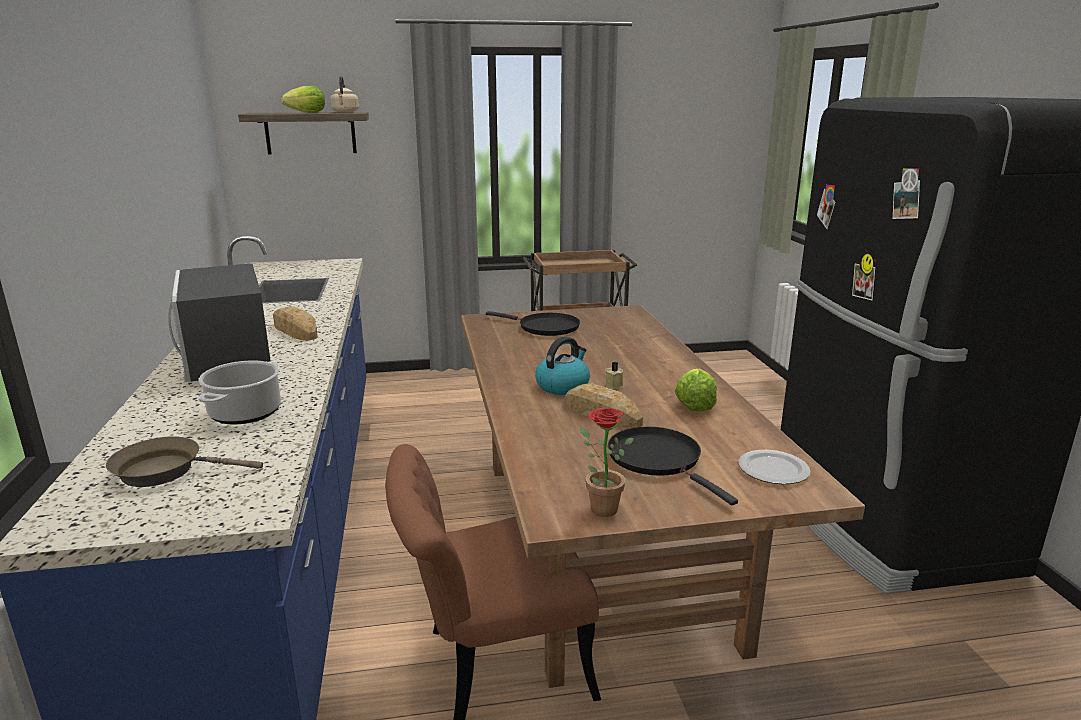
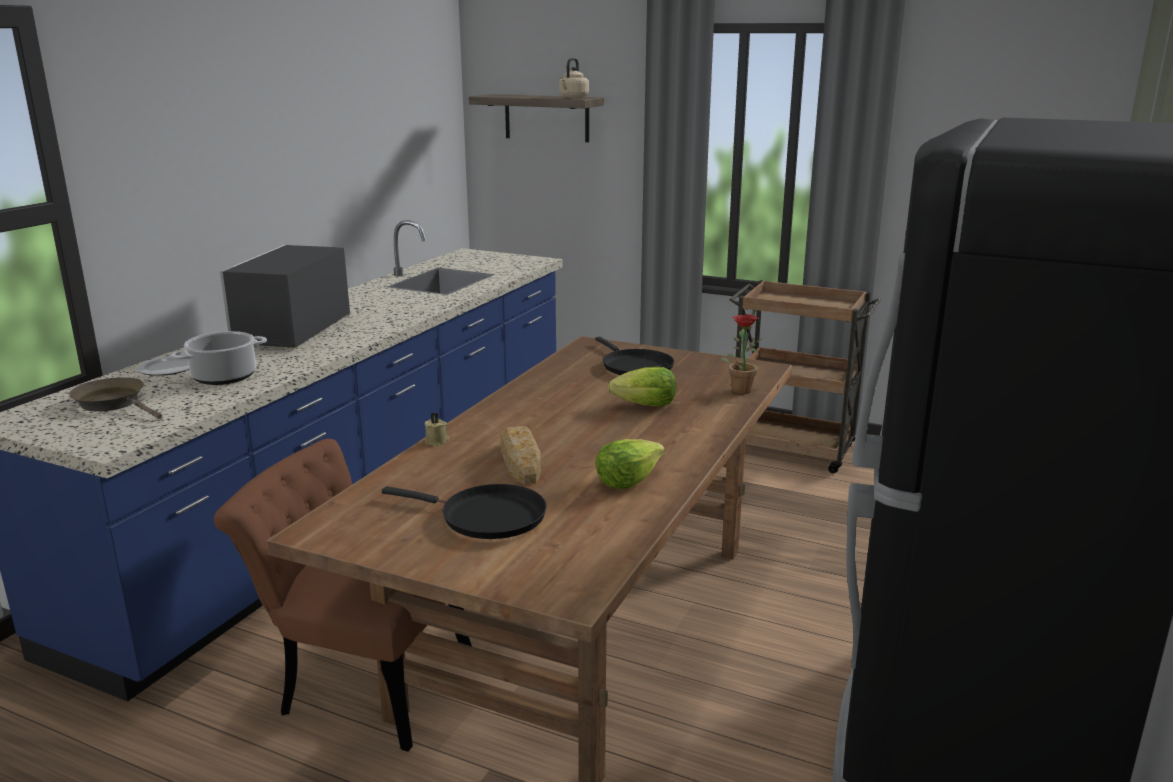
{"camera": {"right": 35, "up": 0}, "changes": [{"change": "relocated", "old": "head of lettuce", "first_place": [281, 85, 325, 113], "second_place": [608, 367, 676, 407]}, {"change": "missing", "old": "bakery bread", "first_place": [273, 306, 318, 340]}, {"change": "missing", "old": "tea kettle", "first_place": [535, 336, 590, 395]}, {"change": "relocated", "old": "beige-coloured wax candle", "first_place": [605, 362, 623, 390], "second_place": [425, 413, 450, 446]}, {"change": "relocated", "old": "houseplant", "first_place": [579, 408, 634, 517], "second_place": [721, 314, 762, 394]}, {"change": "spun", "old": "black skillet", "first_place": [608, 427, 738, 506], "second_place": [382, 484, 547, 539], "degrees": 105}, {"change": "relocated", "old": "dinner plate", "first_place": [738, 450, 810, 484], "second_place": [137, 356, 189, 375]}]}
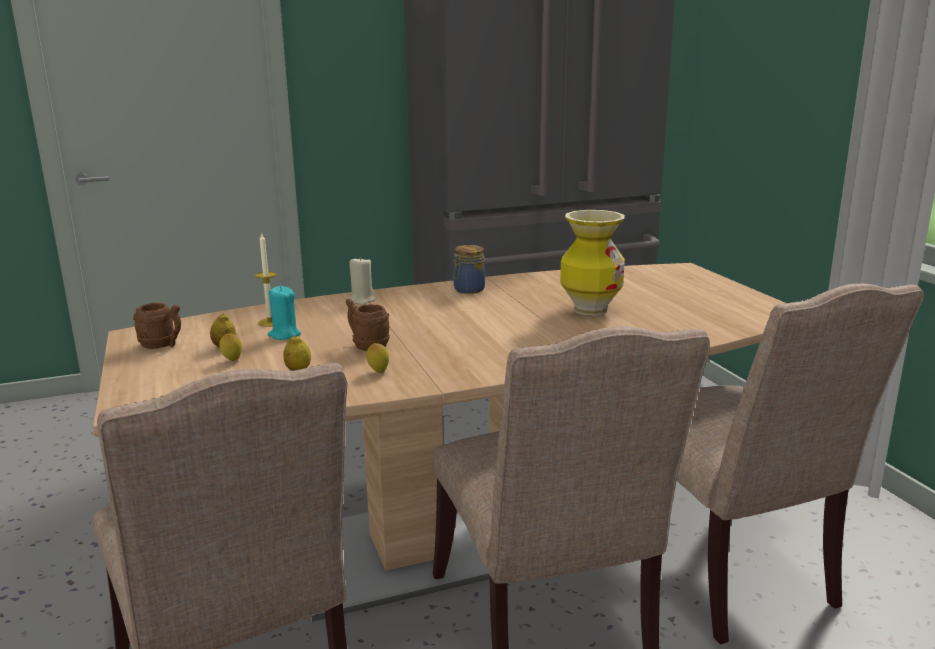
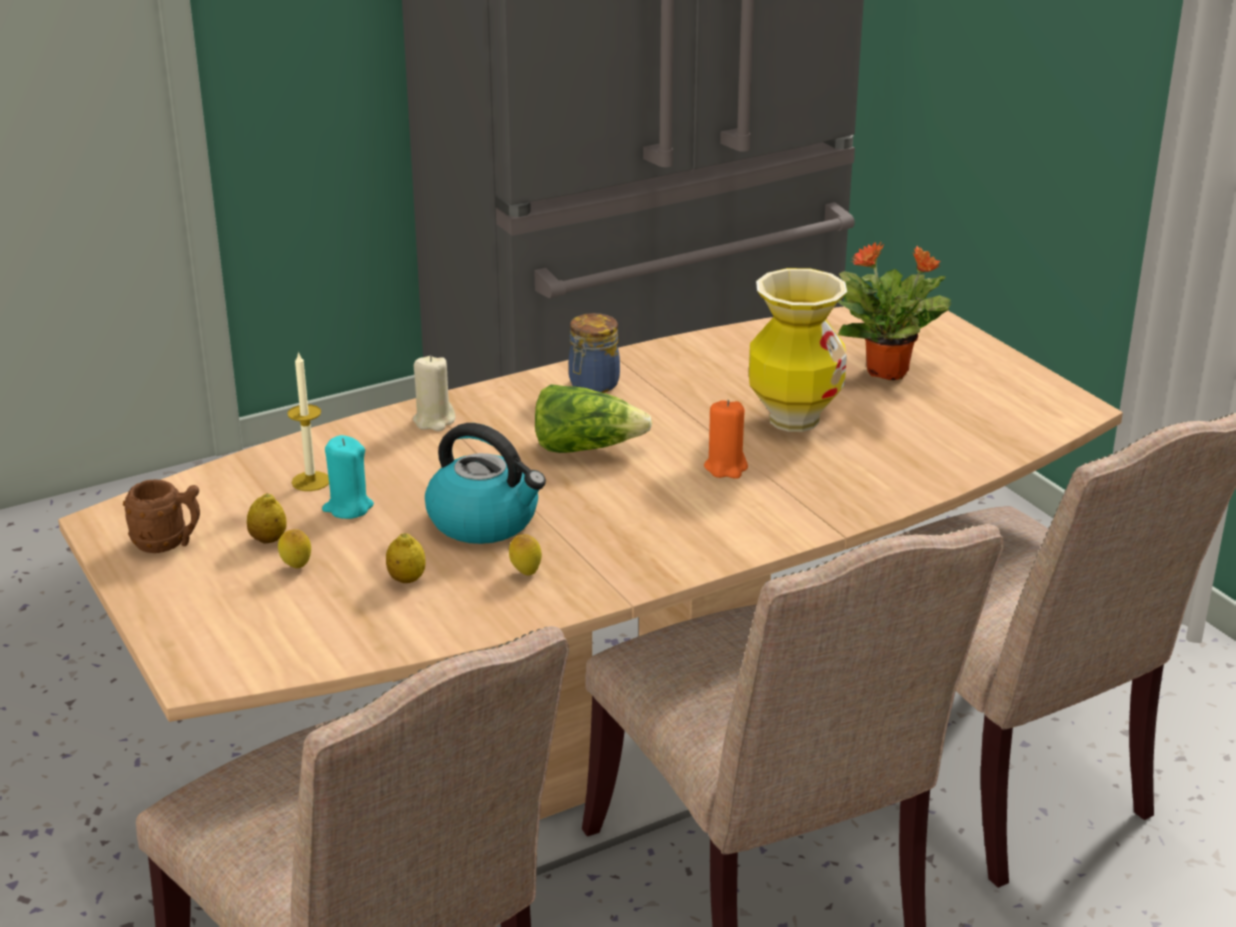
{"camera": {"right": -10, "up": 10}, "changes": [{"change": "exchanged", "old": "brownish mug", "new": "tea kettle", "first_place": [346, 299, 390, 351], "second_place": [425, 423, 546, 544]}, {"change": "appeared", "new": "houseplant", "second_place": [838, 242, 952, 380]}, {"change": "appeared", "new": "head of lettuce", "second_place": [535, 384, 653, 453]}, {"change": "appeared", "new": "orange wax candle", "second_place": [704, 400, 748, 479]}]}
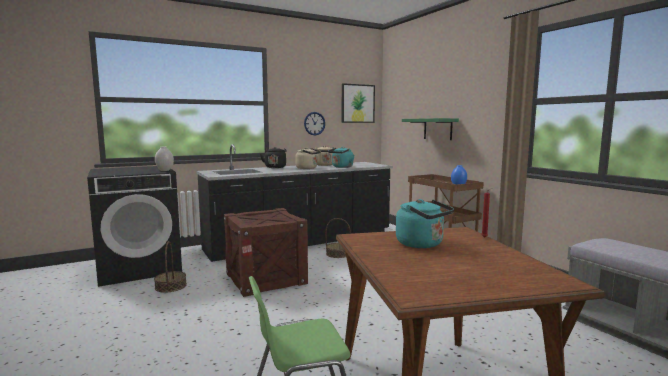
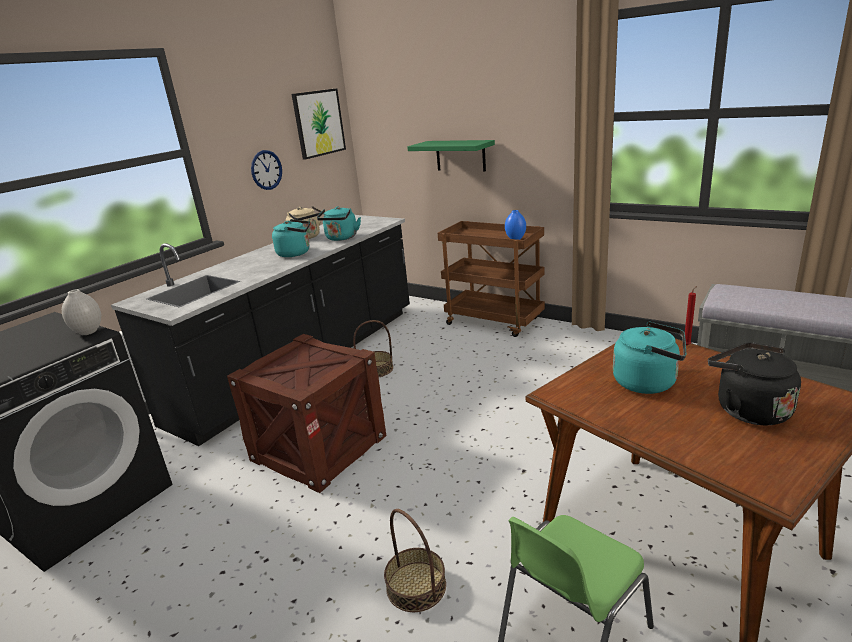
{"camera": {"right": -25, "up": 15}, "changes": [{"change": "relocated", "old": "black tea kettle", "first_place": [260, 147, 287, 168], "second_place": [708, 343, 801, 426]}, {"change": "colour", "old": "beige-coloured tea kettle", "new": "turquoise-coloured tea kettle", "first_place": [295, 147, 321, 169], "second_place": [272, 219, 310, 257]}, {"change": "relocated", "old": "household basket", "first_place": [154, 241, 187, 293], "second_place": [384, 509, 446, 612]}]}
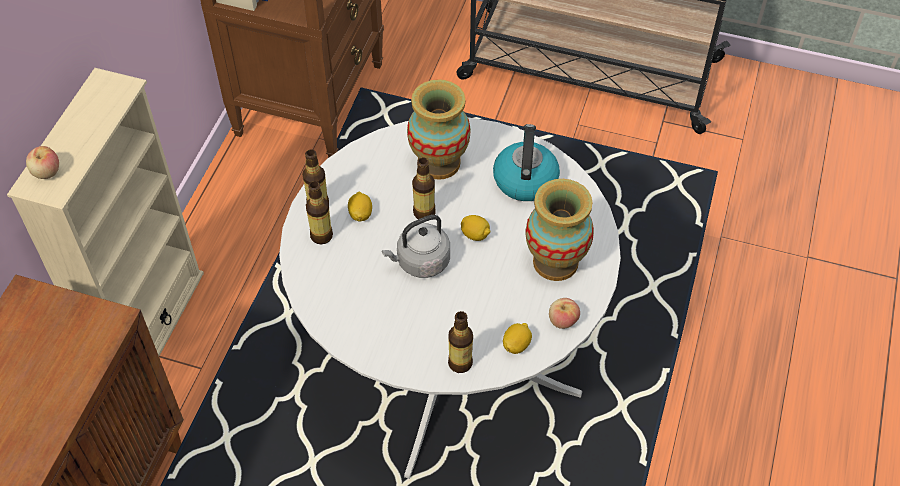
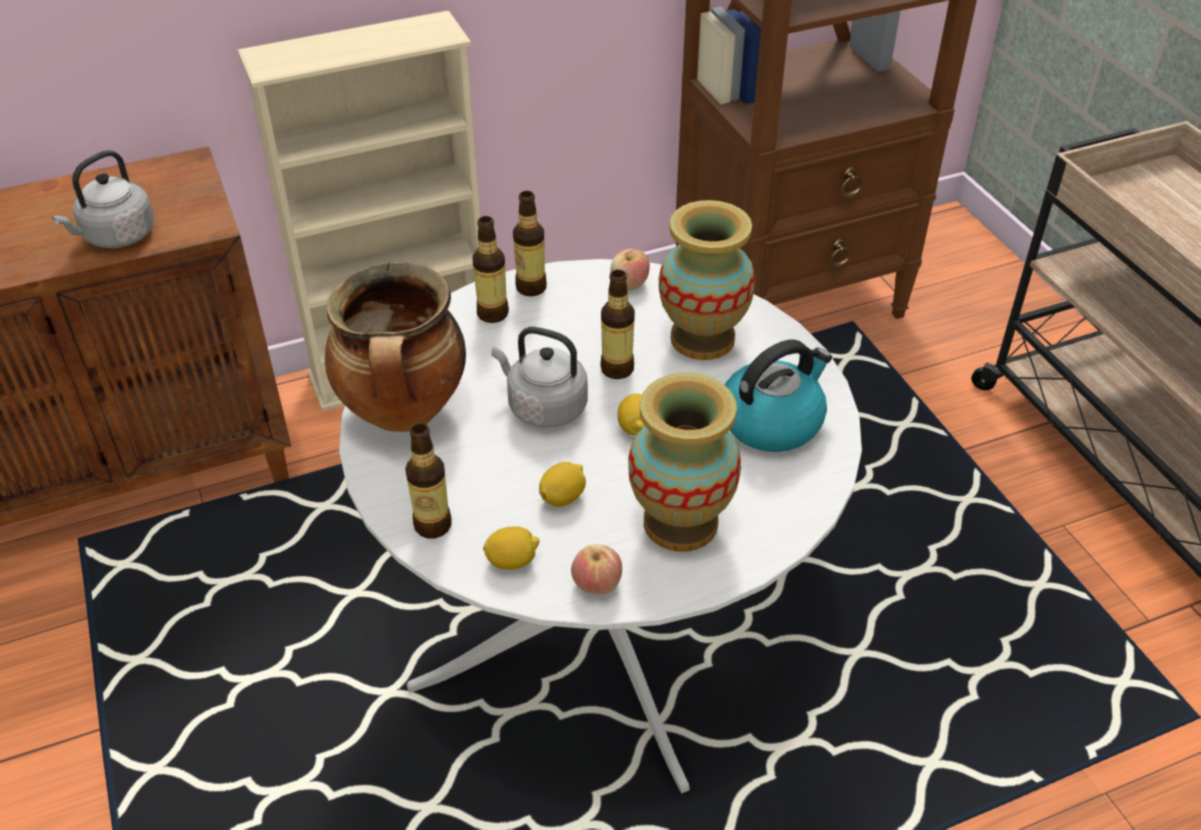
{"camera": {"right": 50, "up": -10}, "changes": [{"change": "relocated", "old": "apple", "first_place": [26, 146, 59, 179], "second_place": [610, 249, 650, 290]}, {"change": "relocated", "old": "citrus fruit", "first_place": [348, 192, 372, 221], "second_place": [539, 462, 586, 507]}, {"change": "appeared", "new": "gray tea kettle", "second_place": [52, 150, 155, 248]}, {"change": "appeared", "new": "cooking pot", "second_place": [325, 261, 466, 432]}]}
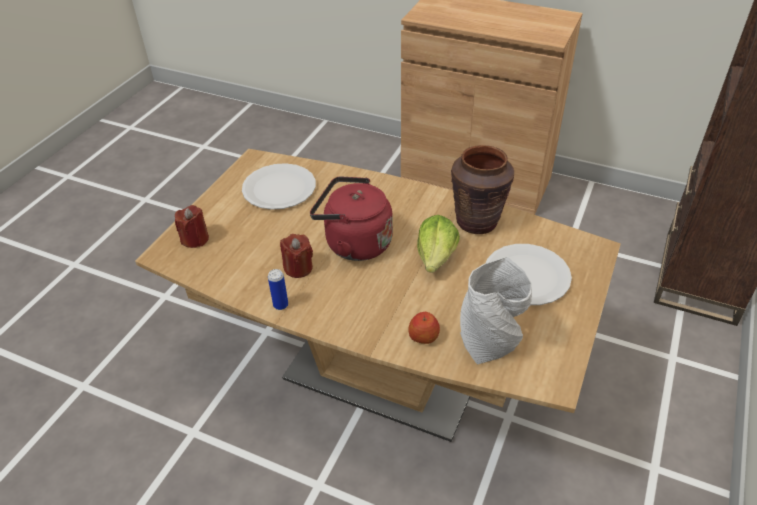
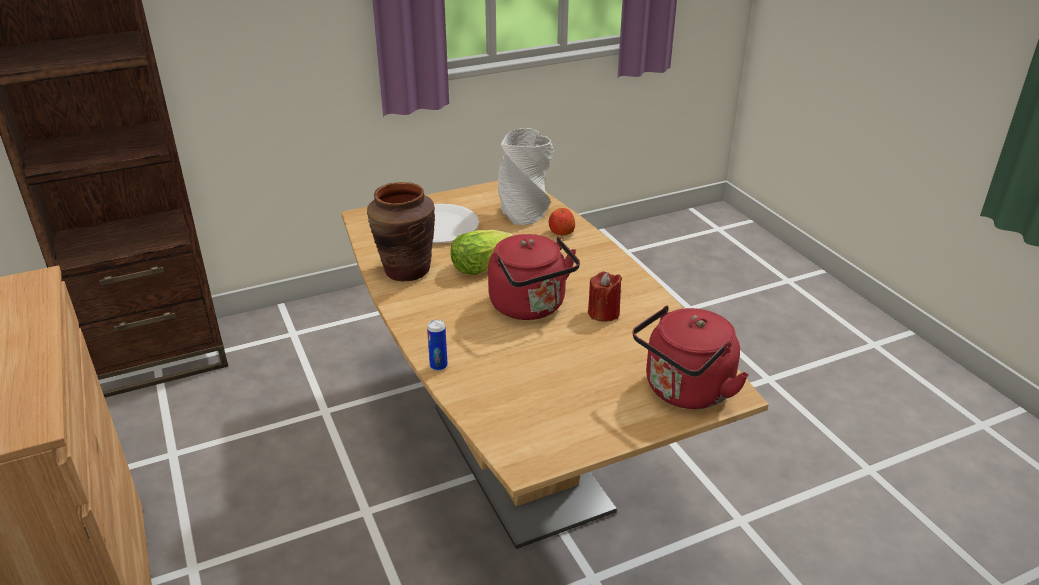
{"camera": {"right": -140, "up": -10}, "changes": [{"change": "missing", "old": "whitish dinner plate", "first_place": [242, 163, 316, 210]}, {"change": "exchanged", "old": "reddish wax candle", "new": "reddish tea kettle", "first_place": [175, 205, 209, 248], "second_place": [633, 306, 749, 409]}, {"change": "relocated", "old": "metal can", "first_place": [268, 269, 288, 310], "second_place": [427, 320, 448, 371]}]}
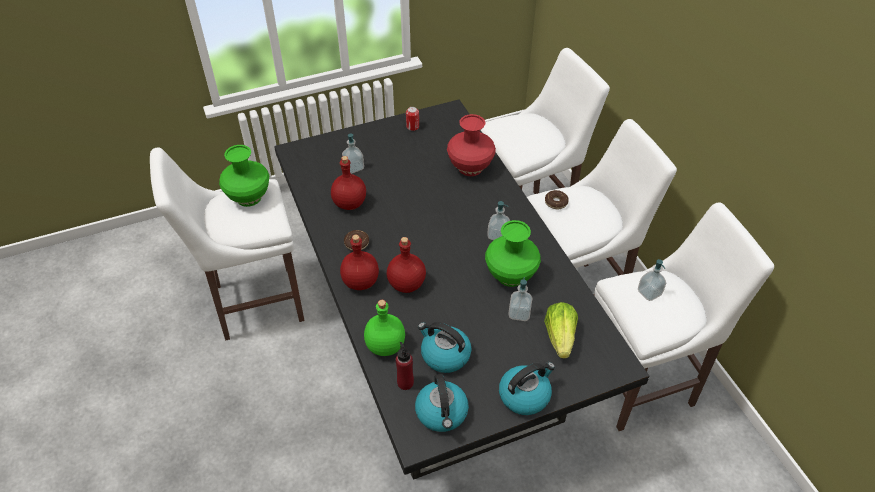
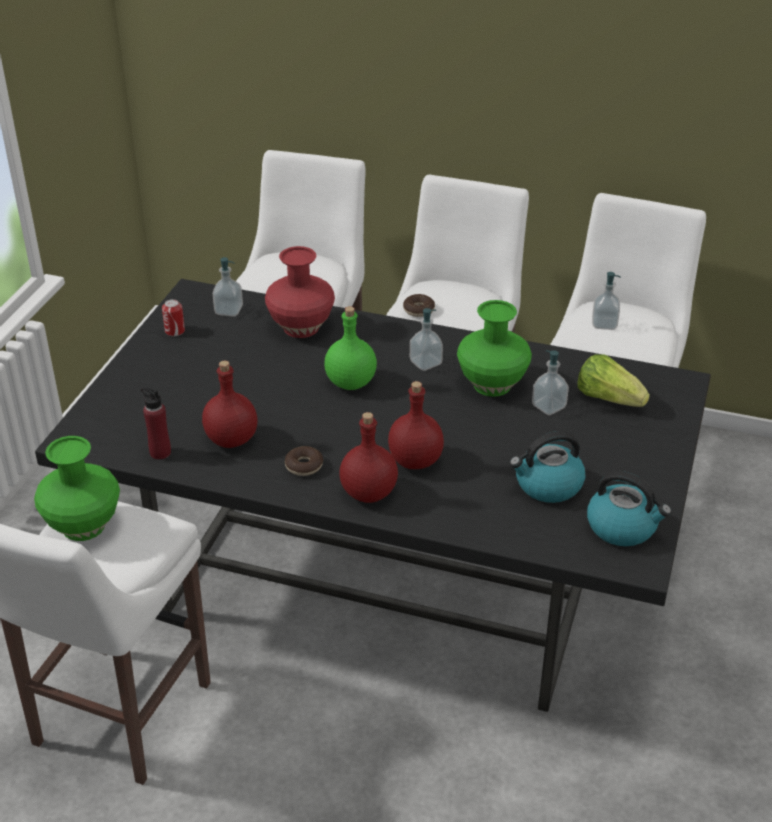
{"camera": {"right": -50, "up": -10}, "changes": [{"change": "relocated", "old": "liquid soap bottle", "first_place": [342, 133, 364, 174], "second_place": [213, 257, 243, 317]}, {"change": "relocated", "old": "green-coloured bottle", "first_place": [364, 300, 405, 356], "second_place": [324, 306, 377, 390]}, {"change": "relocated", "old": "reddish bottle", "first_place": [396, 342, 414, 390], "second_place": [141, 387, 171, 460]}, {"change": "missing", "old": "tea kettle", "first_place": [499, 362, 555, 415]}]}
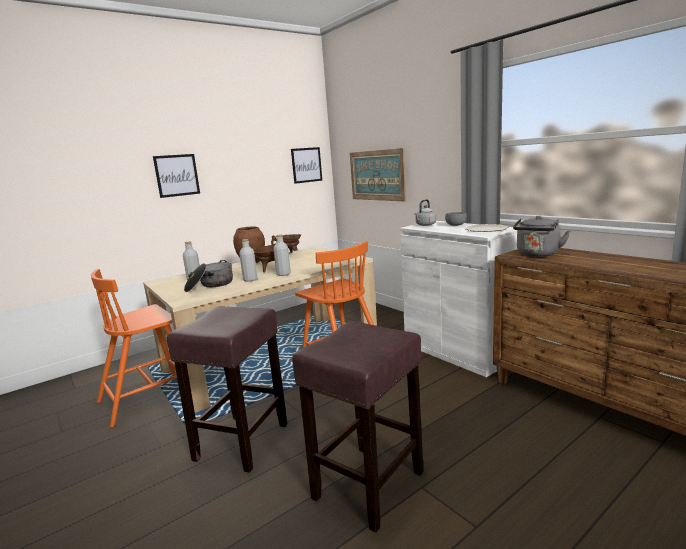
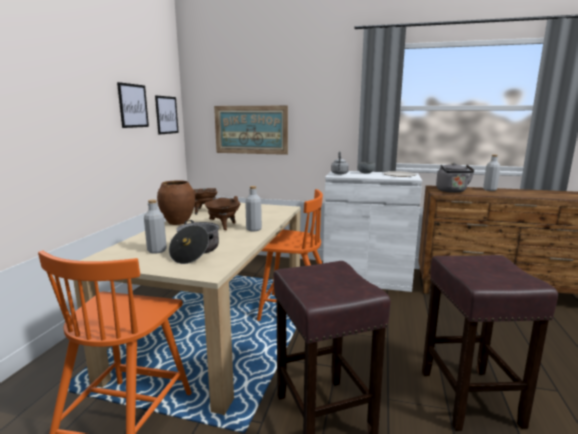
{"camera": {"right": -40, "up": 0}, "changes": [{"change": "relocated", "old": "wall picture", "first_place": [153, 154, 200, 198], "second_place": [117, 82, 149, 128]}, {"change": "relocated", "old": "gray bottle", "first_place": [239, 239, 258, 282], "second_place": [483, 155, 500, 191]}]}
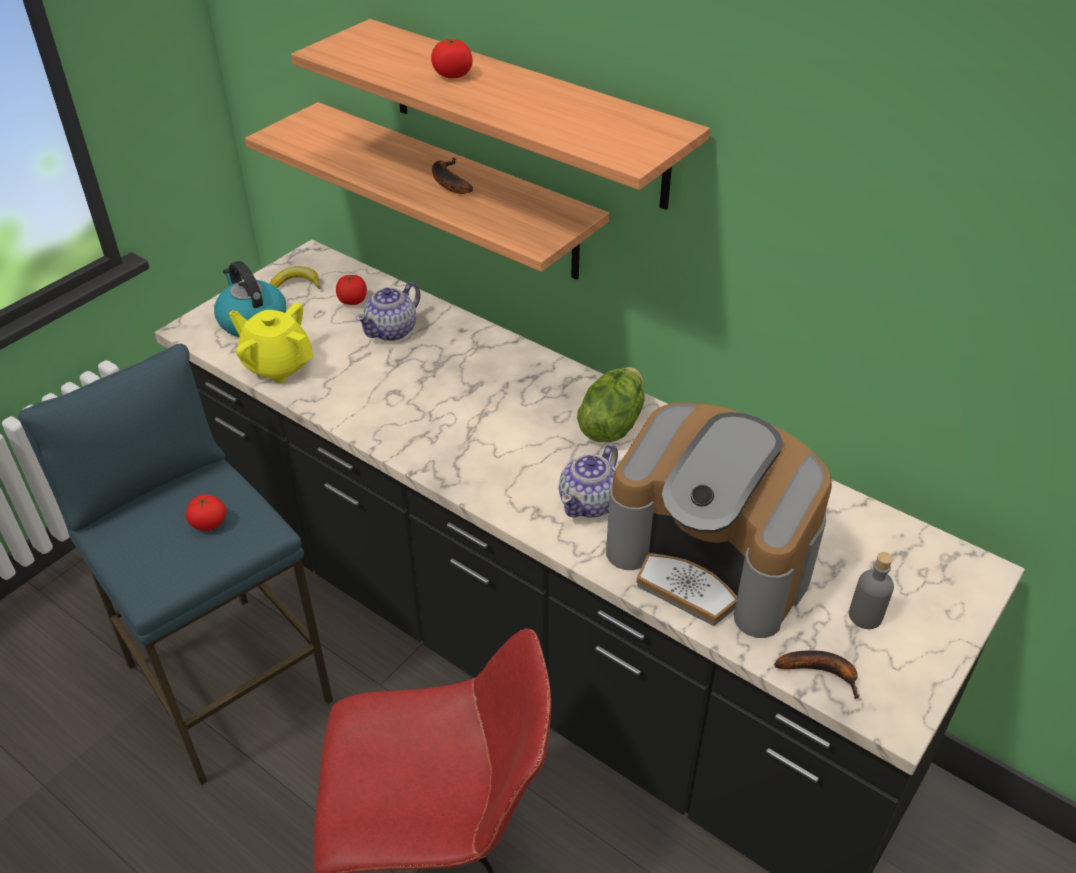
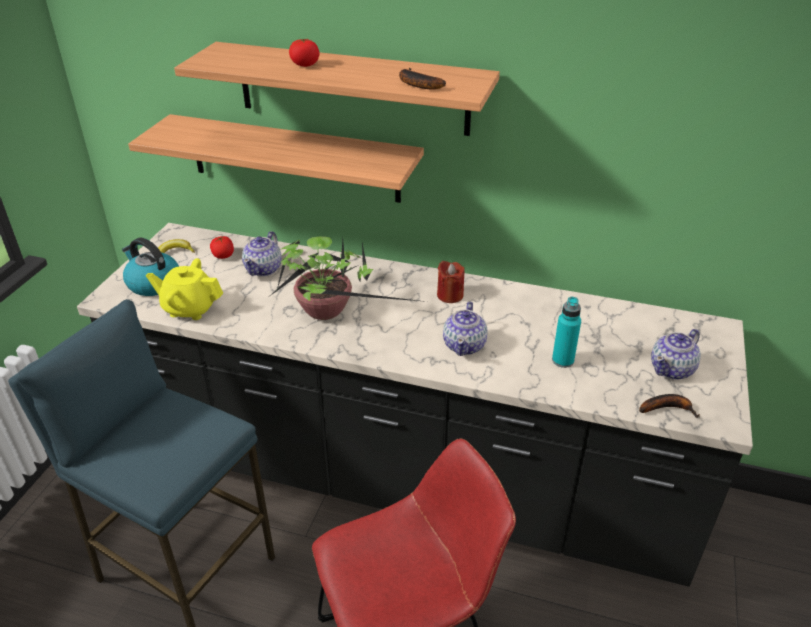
{"camera": {"right": -20, "up": -5}, "changes": [{"change": "relocated", "old": "whole banana", "first_place": [432, 157, 473, 194], "second_place": [399, 68, 446, 90]}, {"change": "exchanged", "old": "head of lettuce", "new": "reddish wax candle", "first_place": [577, 367, 645, 443], "second_place": [437, 261, 465, 303]}, {"change": "exchanged", "old": "coffee maker", "new": "turquoise-coloured bottle", "first_place": [606, 402, 832, 638], "second_place": [552, 297, 581, 368]}, {"change": "missing", "old": "whole tomato", "first_place": [186, 494, 227, 531]}, {"change": "exchanged", "old": "gray bottle", "new": "teapot", "first_place": [849, 552, 894, 629], "second_place": [651, 329, 701, 380]}, {"change": "appeared", "new": "houseplant", "second_place": [270, 237, 427, 320]}]}
